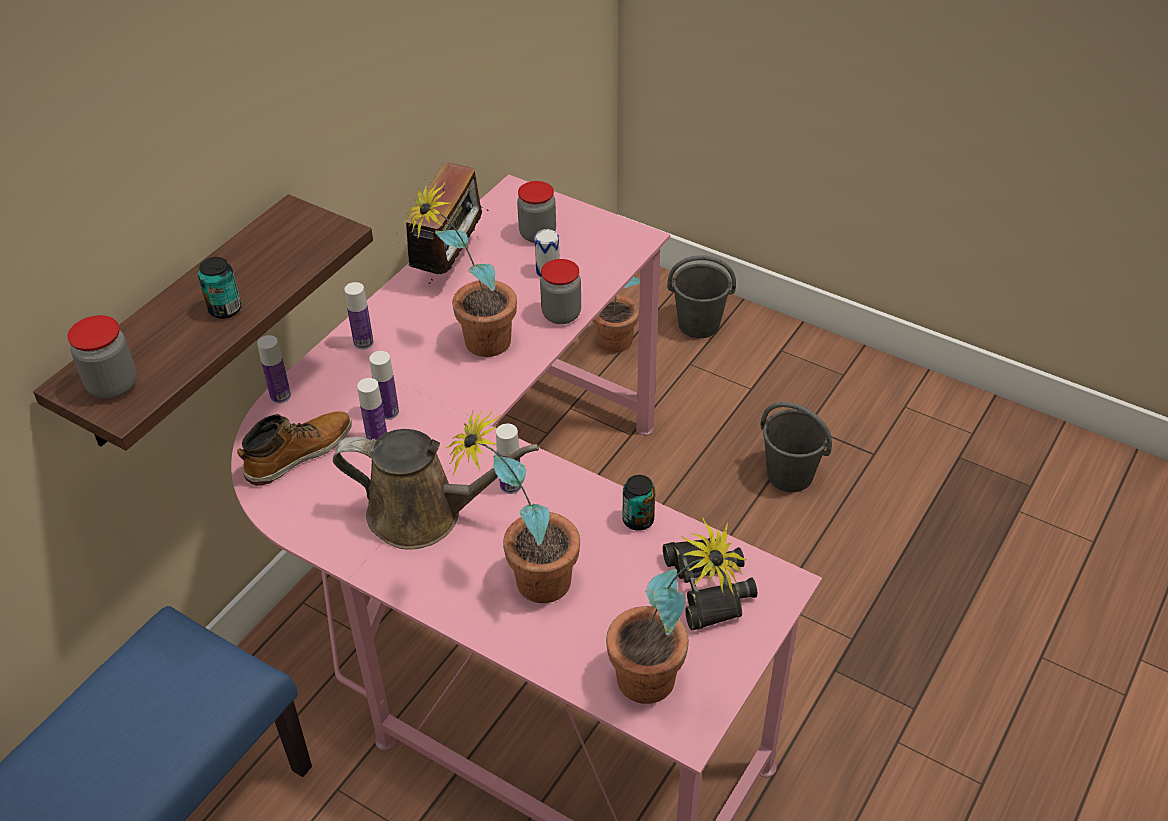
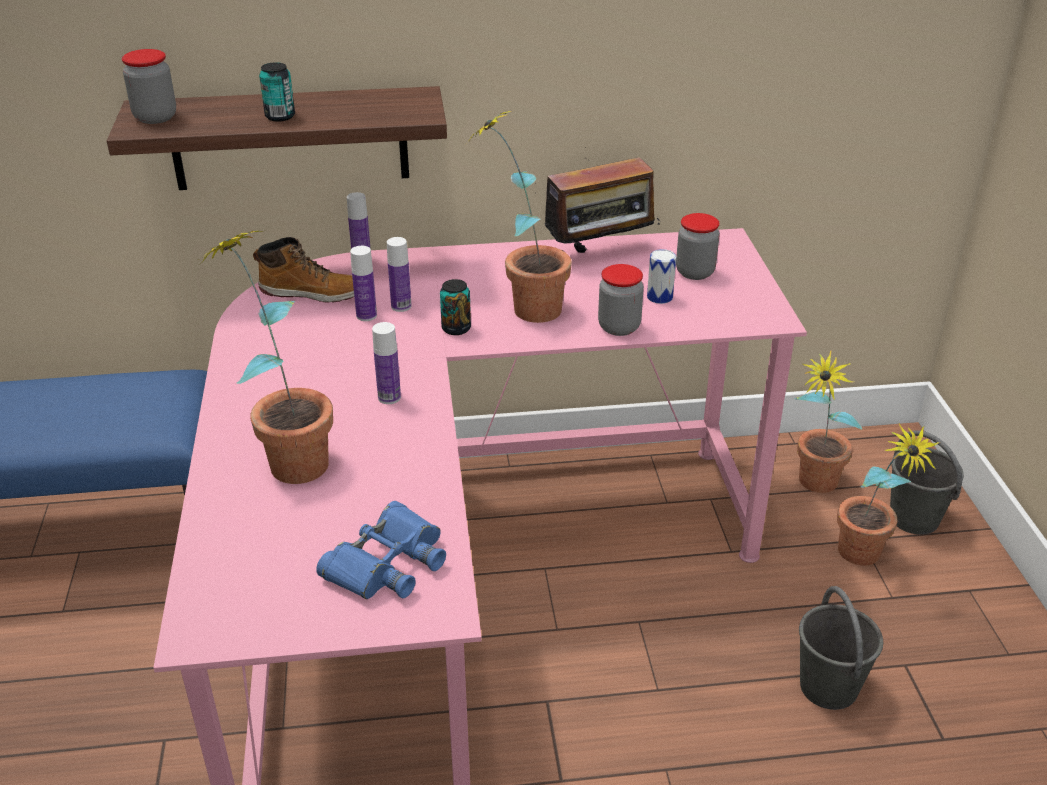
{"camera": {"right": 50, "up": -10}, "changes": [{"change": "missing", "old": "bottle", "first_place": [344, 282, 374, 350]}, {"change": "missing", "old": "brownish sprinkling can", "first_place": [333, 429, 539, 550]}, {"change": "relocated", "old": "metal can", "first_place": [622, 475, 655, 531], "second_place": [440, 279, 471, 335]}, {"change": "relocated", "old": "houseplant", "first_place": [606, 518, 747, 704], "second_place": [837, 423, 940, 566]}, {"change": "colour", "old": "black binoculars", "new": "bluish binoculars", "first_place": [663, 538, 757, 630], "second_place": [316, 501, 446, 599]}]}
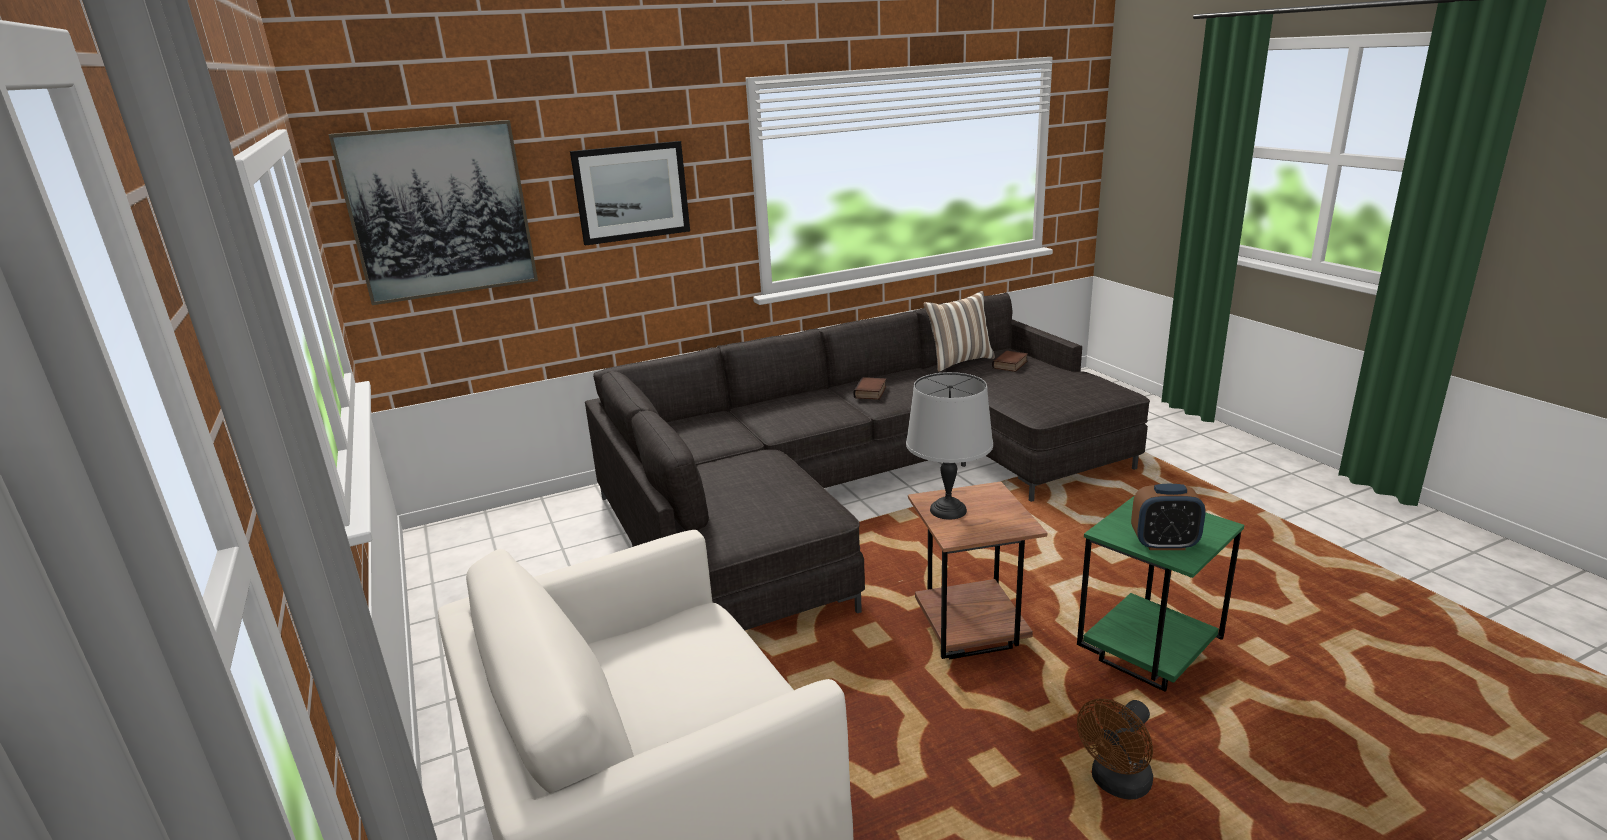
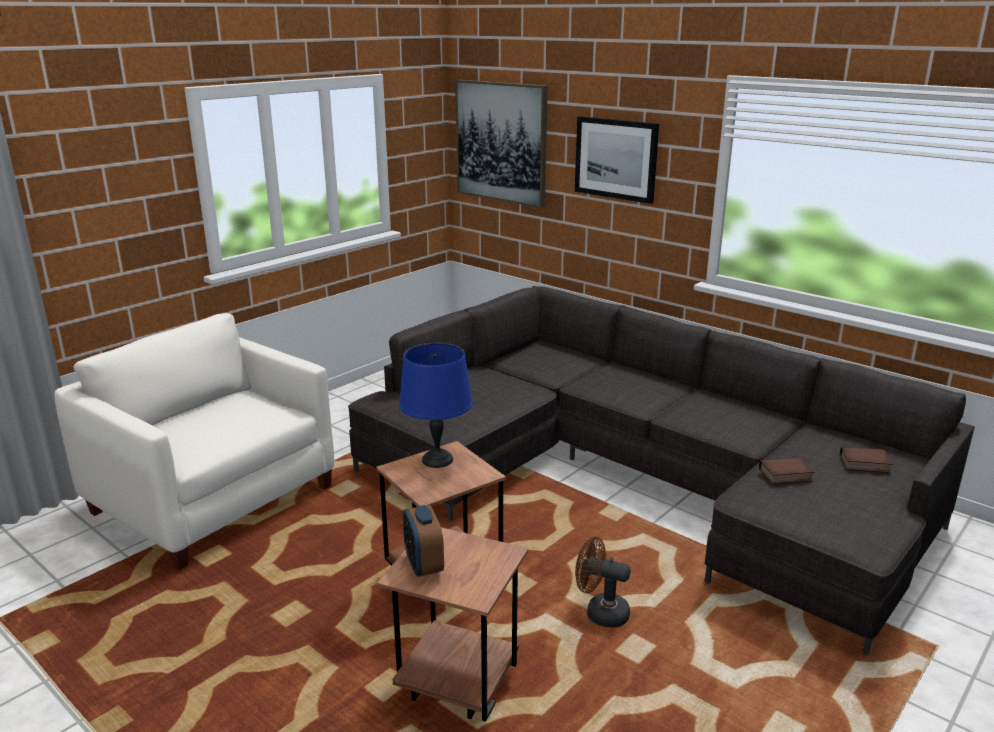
{"camera": {"right": 65, "up": 0}, "changes": [{"change": "missing", "old": "throw pillow", "first_place": [924, 291, 995, 372]}, {"change": "colour", "old": "gray lamp for a table", "new": "bluish lamp for a table", "first_place": [906, 372, 993, 520], "second_place": [399, 343, 472, 468]}, {"change": "relocated", "old": "volume", "first_place": [853, 377, 886, 400], "second_place": [759, 457, 814, 484]}, {"change": "colour", "old": "green-coloured side table", "new": "brownish side table", "first_place": [1077, 495, 1244, 692], "second_place": [377, 527, 528, 722]}, {"change": "relocated", "old": "brownish electric fan", "first_place": [1077, 699, 1153, 800], "second_place": [575, 537, 631, 628]}]}
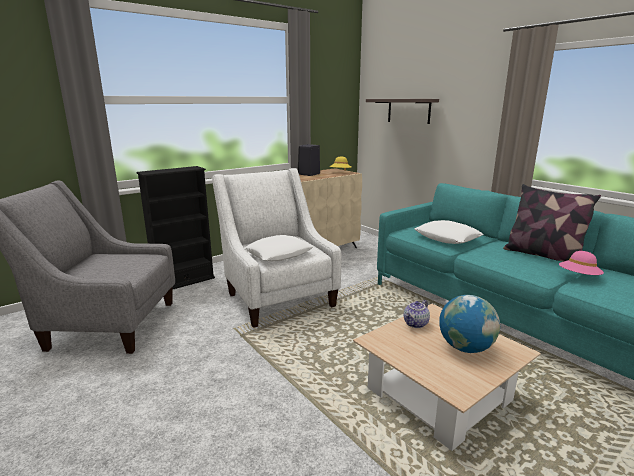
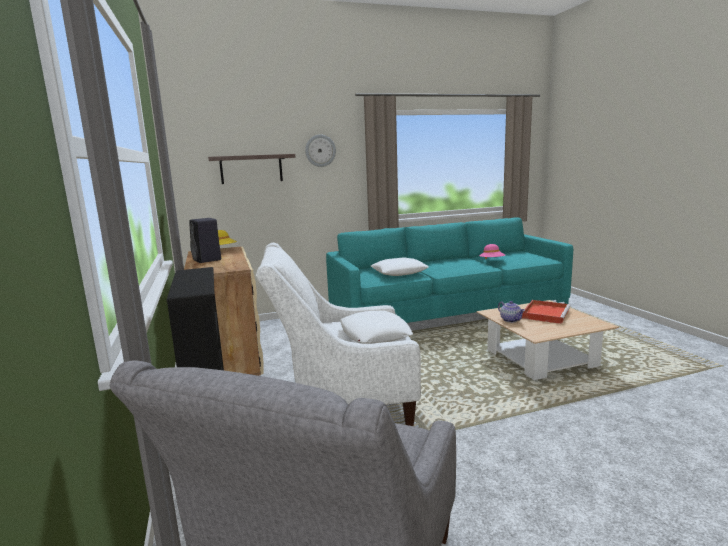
{"camera": {"right": -70, "up": -5}, "changes": [{"change": "missing", "old": "throw pillow", "first_place": [503, 184, 601, 262]}, {"change": "exchanged", "old": "globe", "new": "reddish serving tray", "first_place": [439, 295, 500, 353], "second_place": [522, 300, 571, 324]}, {"change": "appeared", "new": "wall clock", "second_place": [305, 135, 336, 167]}]}
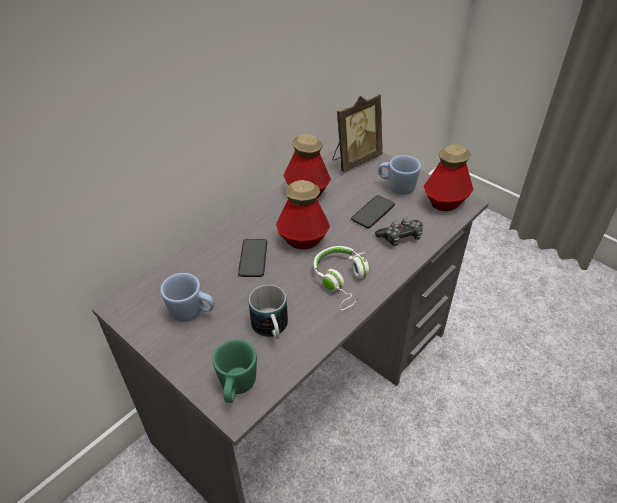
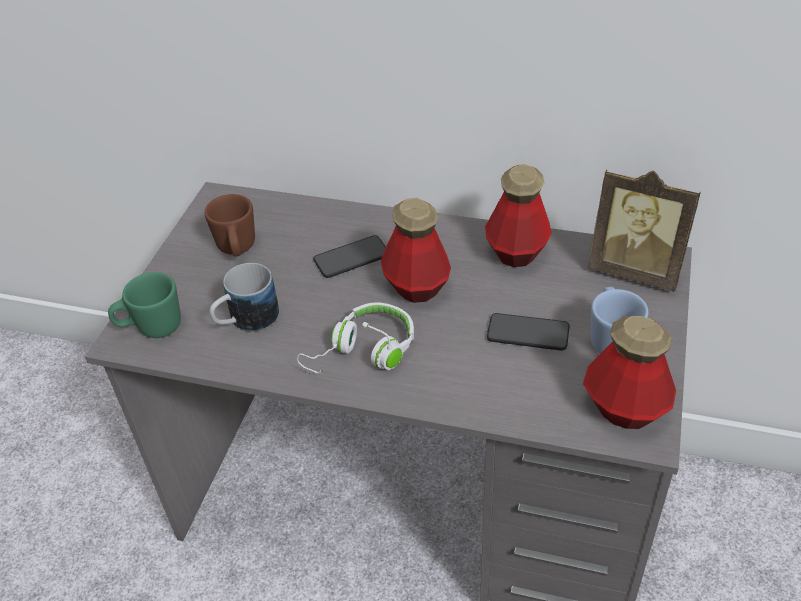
{"camera": {"right": 65, "up": 0}, "changes": [{"change": "missing", "old": "game controller", "first_place": [375, 218, 423, 246]}, {"change": "colour", "old": "bluish mug", "new": "brownish mug", "first_place": [160, 273, 215, 322], "second_place": [205, 194, 255, 257]}]}
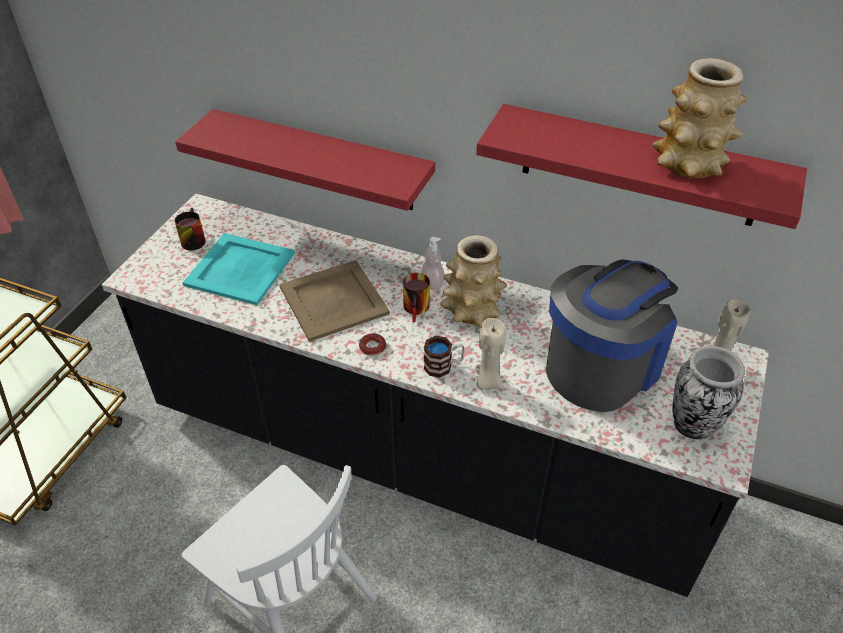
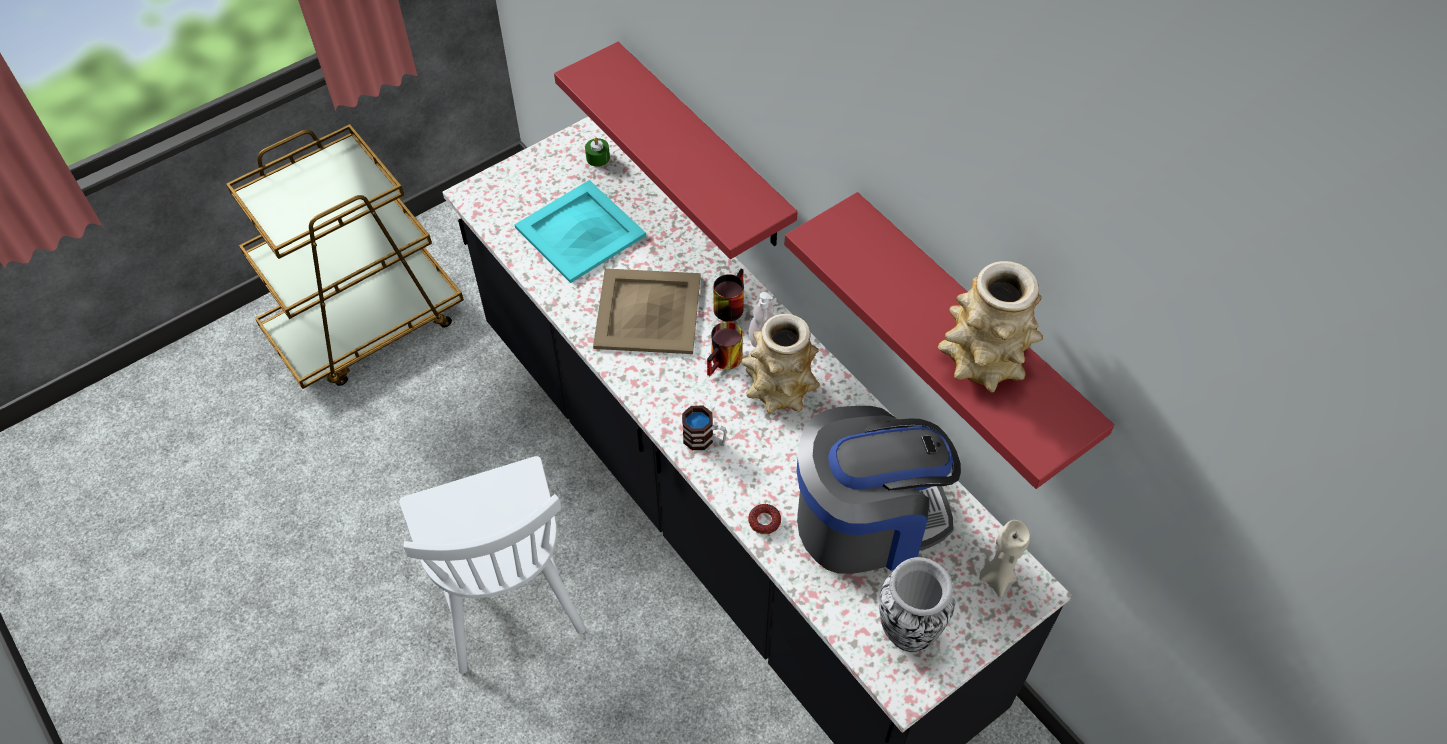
{"camera": {"right": 30, "up": 10}, "changes": [{"change": "relocated", "old": "mug", "first_place": [175, 208, 206, 251], "second_place": [713, 269, 744, 322]}, {"change": "missing", "old": "beige-coloured wax candle", "first_place": [475, 318, 506, 391]}, {"change": "relocated", "old": "doughnut", "first_place": [359, 333, 386, 356], "second_place": [748, 504, 781, 535]}, {"change": "appeared", "new": "green-coloured wax candle", "second_place": [585, 137, 610, 167]}]}
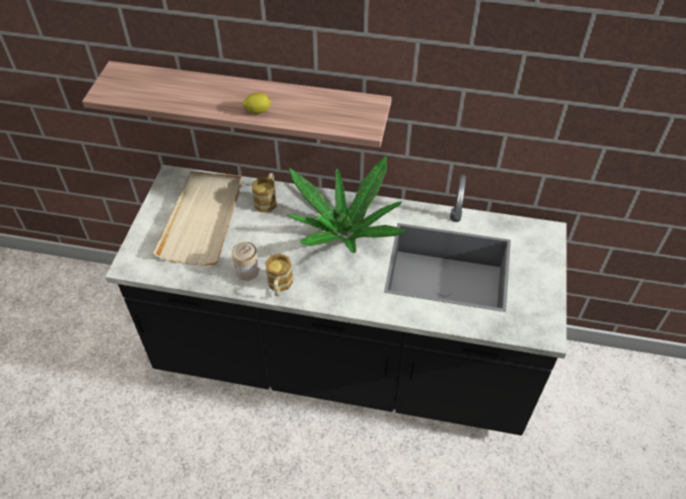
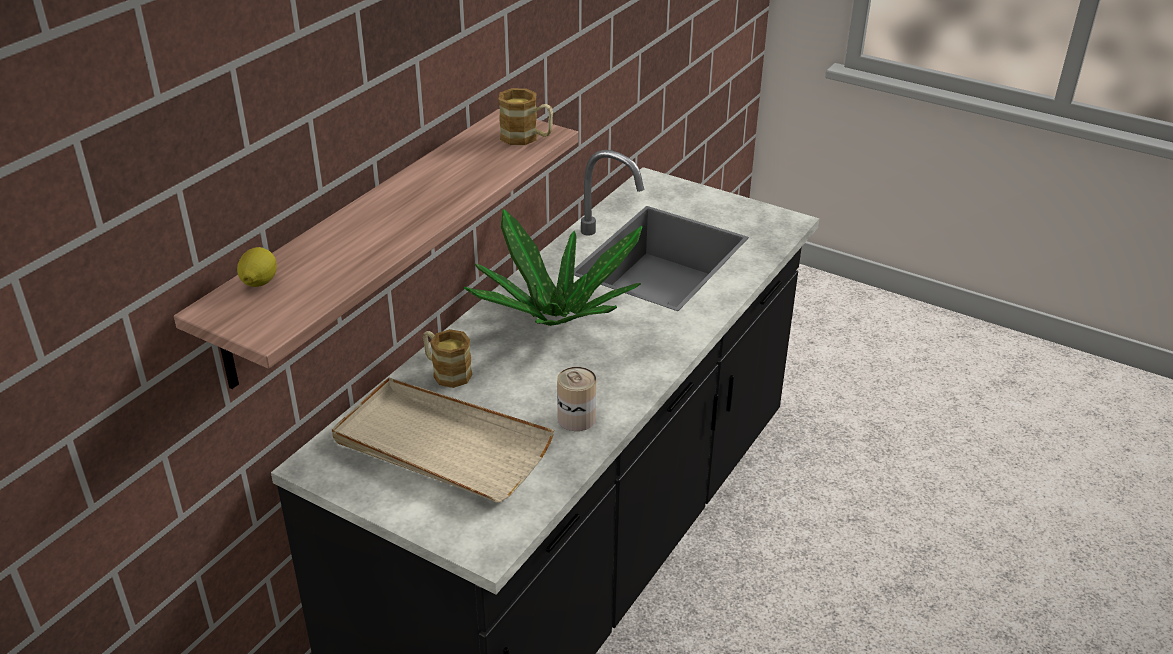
{"camera": {"right": -70, "up": -15}, "changes": [{"change": "relocated", "old": "citrus fruit", "first_place": [242, 93, 271, 114], "second_place": [237, 247, 277, 287]}, {"change": "relocated", "old": "mug", "first_place": [265, 253, 293, 296], "second_place": [498, 88, 553, 145]}]}
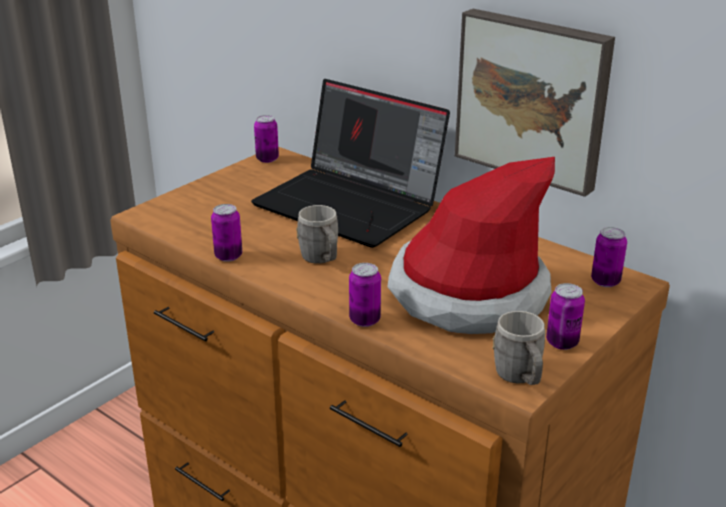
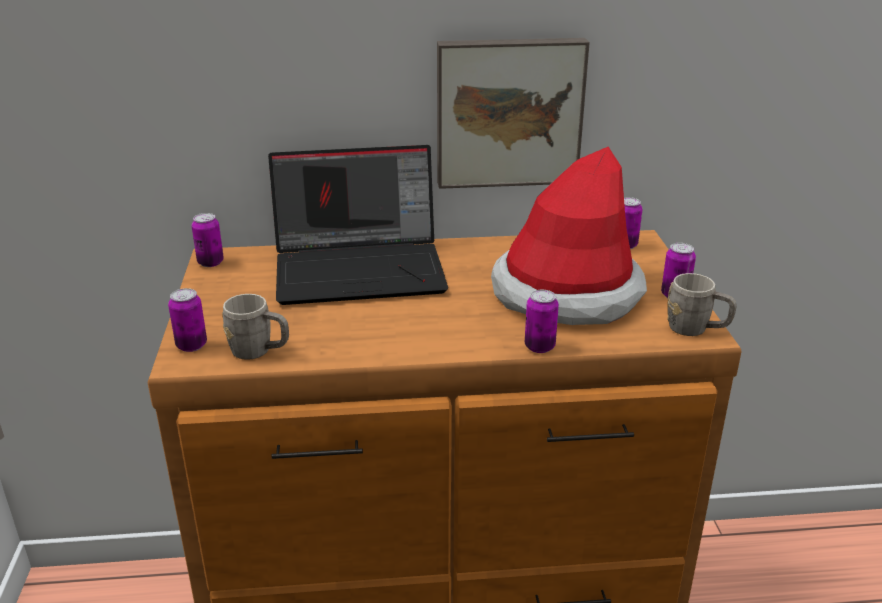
{"camera": {"right": -45, "up": 0}, "changes": [{"change": "relocated", "old": "metal can", "first_place": [211, 204, 242, 262], "second_place": [168, 288, 207, 352]}, {"change": "relocated", "old": "gray mug", "first_place": [296, 205, 338, 264], "second_place": [222, 294, 289, 360]}]}
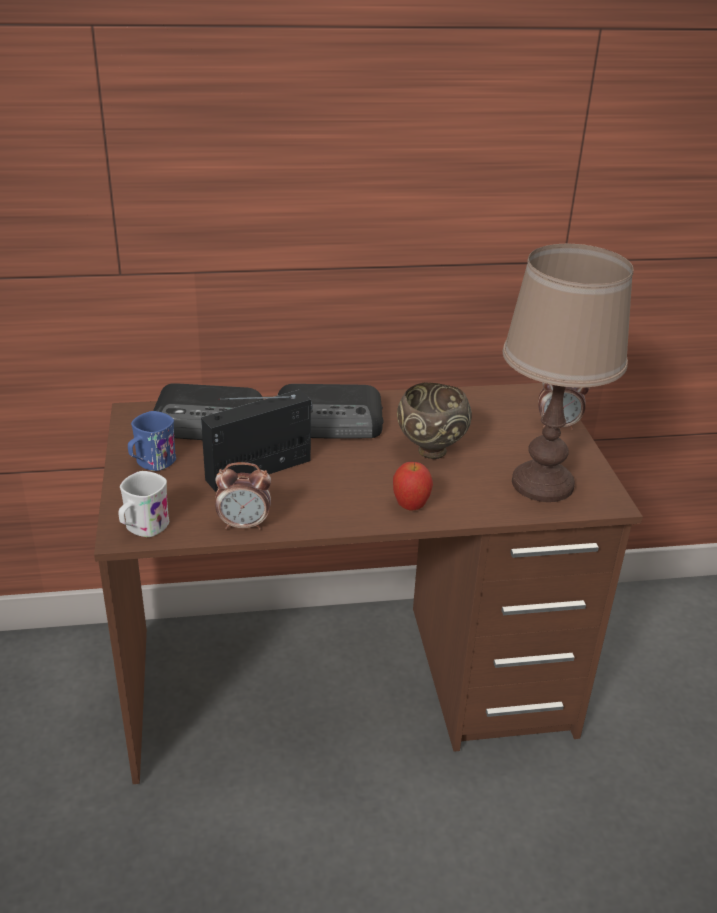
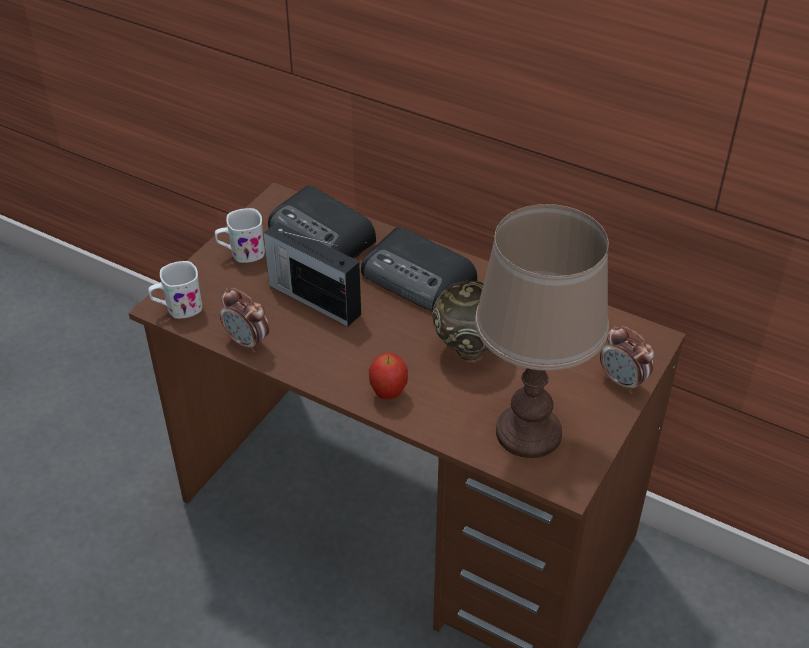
{"camera": {"right": 40, "up": 10}, "changes": [{"change": "spun", "old": "radio", "first_place": [201, 390, 313, 492], "second_place": [263, 222, 361, 327], "degrees": -150}, {"change": "colour", "old": "bluish mug", "new": "whitish mug", "first_place": [128, 411, 176, 471], "second_place": [215, 208, 265, 263]}]}
